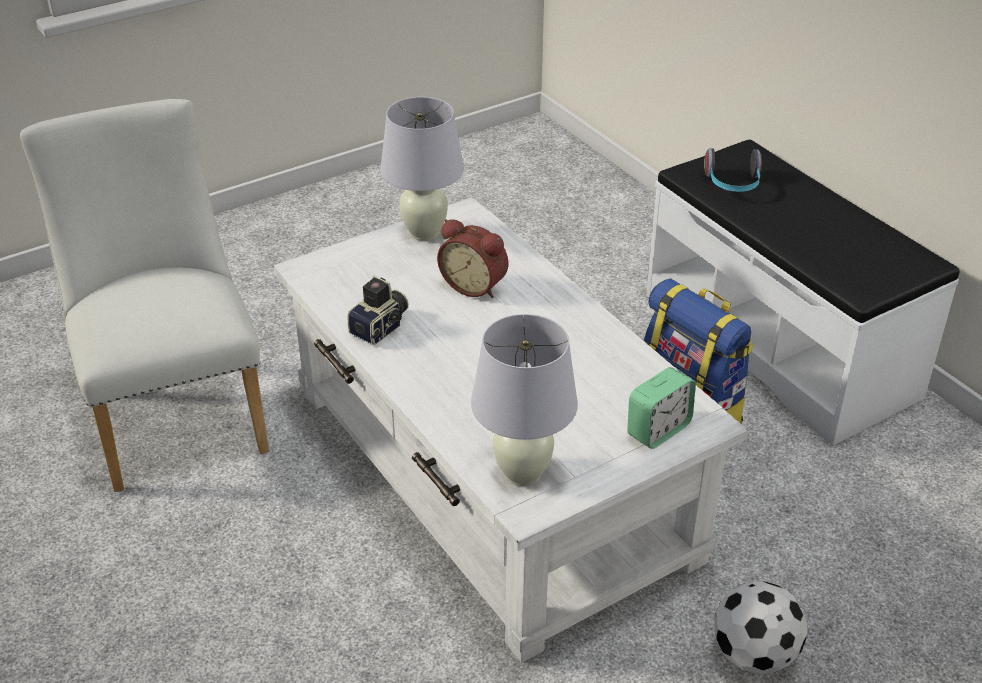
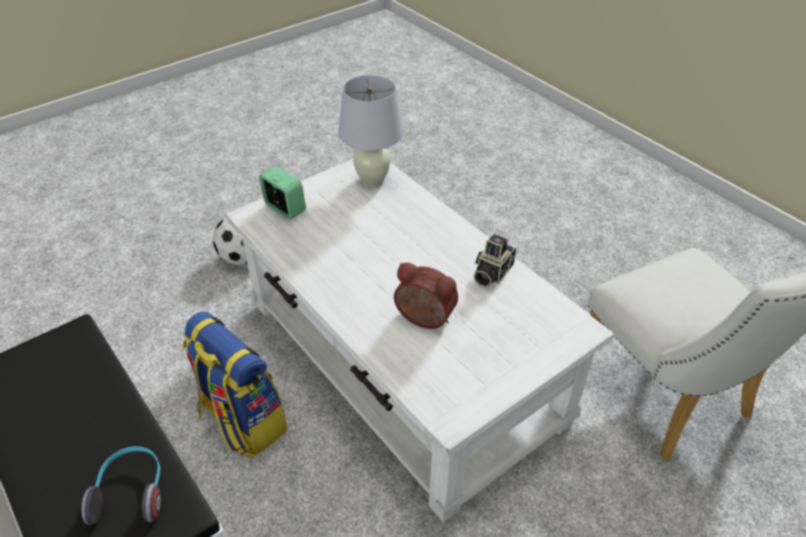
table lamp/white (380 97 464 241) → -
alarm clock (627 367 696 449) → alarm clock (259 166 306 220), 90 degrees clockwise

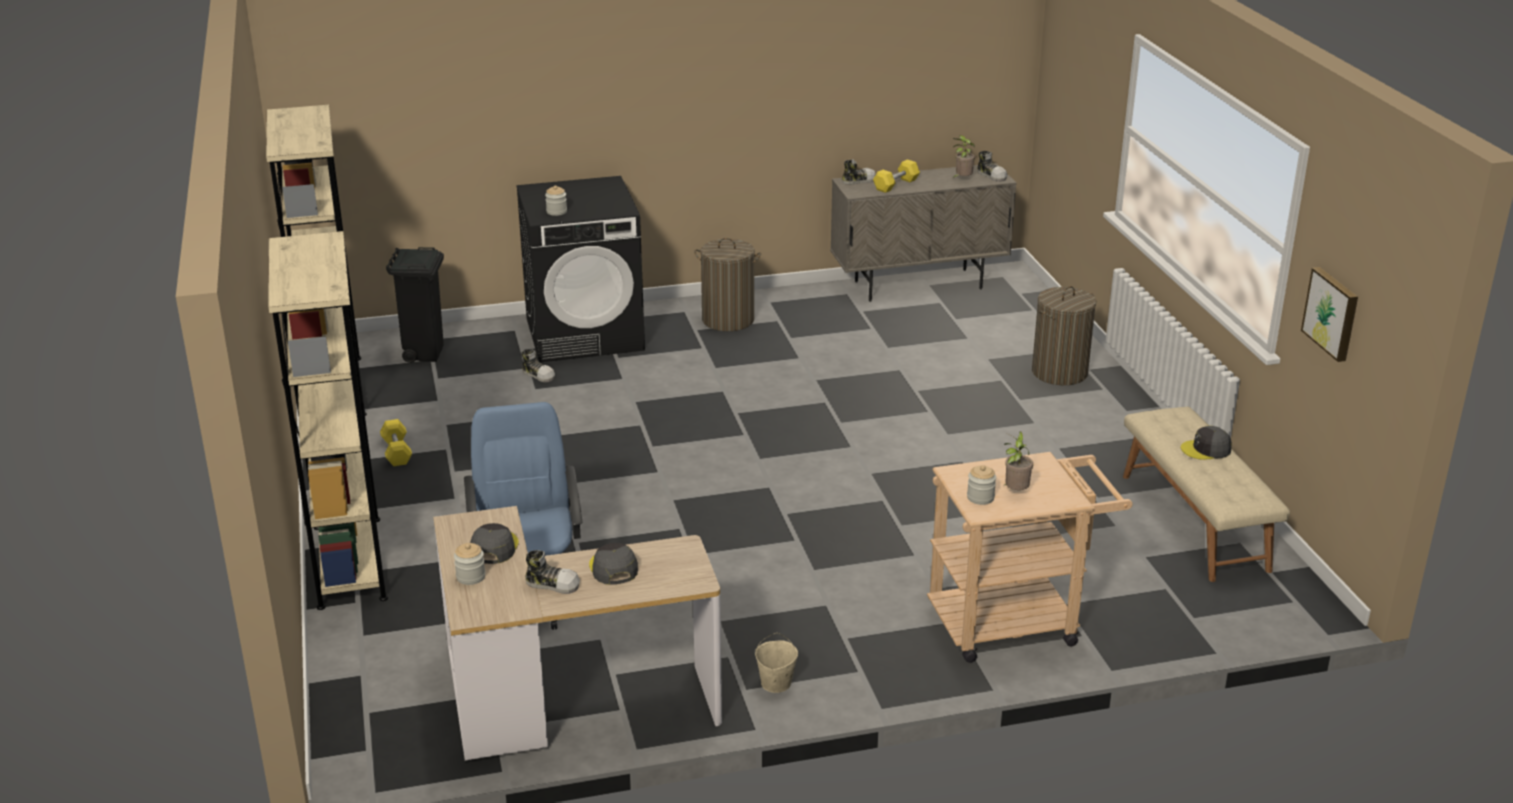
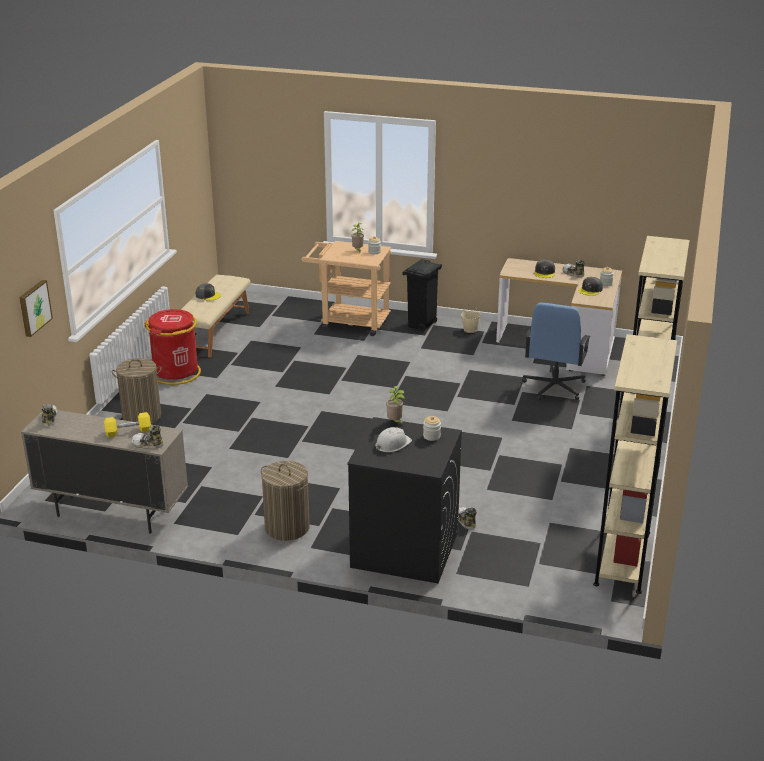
potted plant (953 135 975 178) → potted plant (386 386 405 424), relocated
trash can/black (386 247 444 363) → trash can/black (402 259 442 332), relocated
picture (1301 267 1358 362) → picture (19 280 53 337), relocated
dumbbell/yellow (380 419 412 466) → -
- → trash can/red (144 309 201 385)
- → hard hat/white (375 427 412 452)

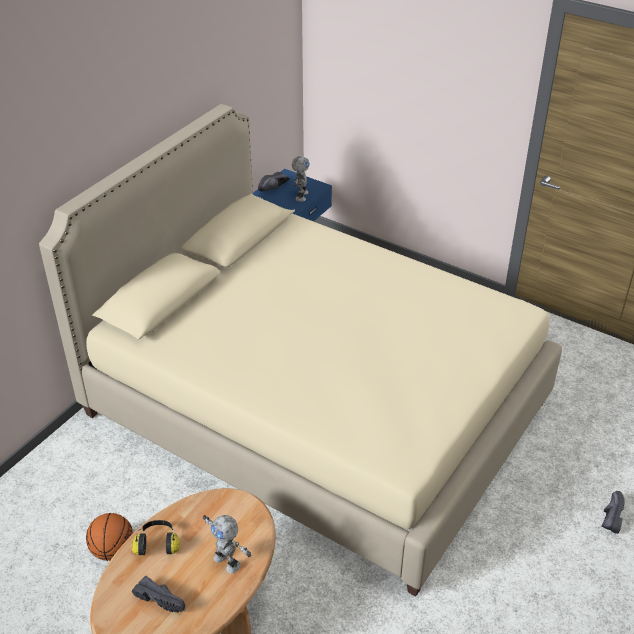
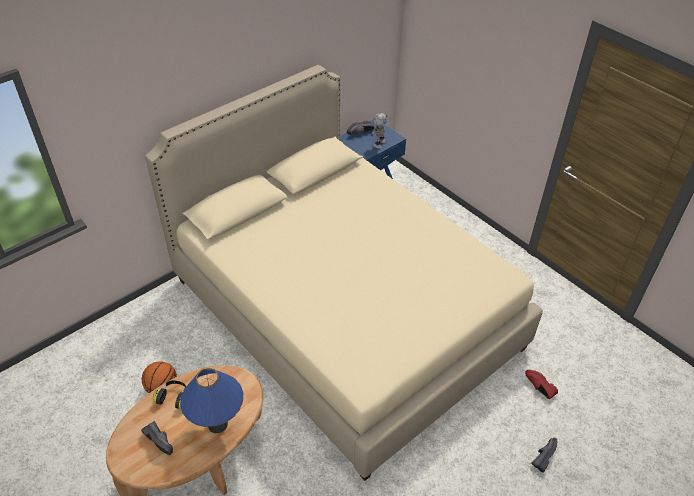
toy robot (203 515 251 573) → table lamp/blue (180 368 243 433)
- → shoe/red (525 370 558 399)

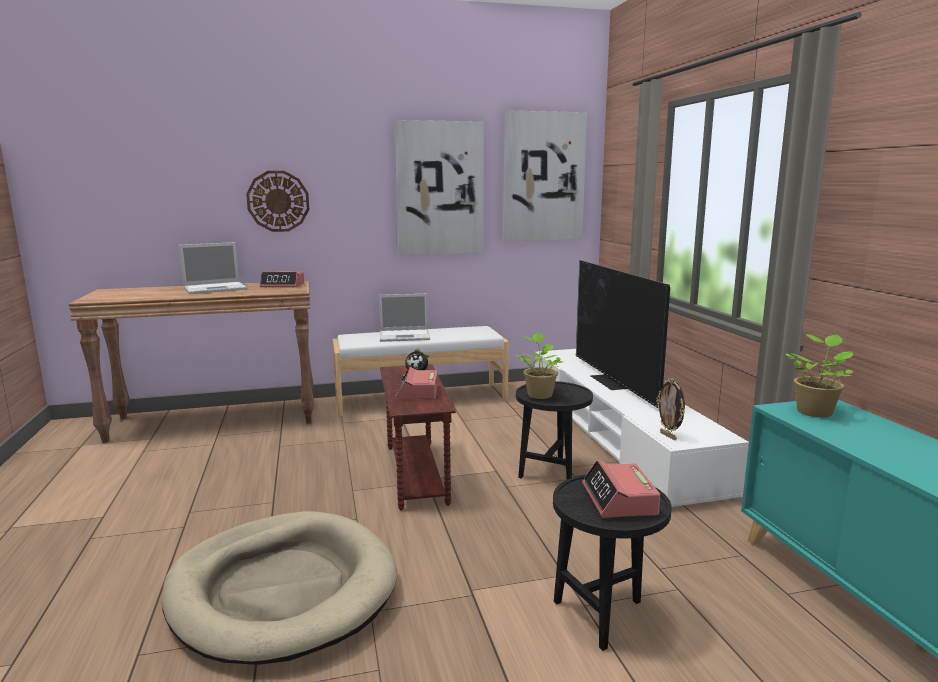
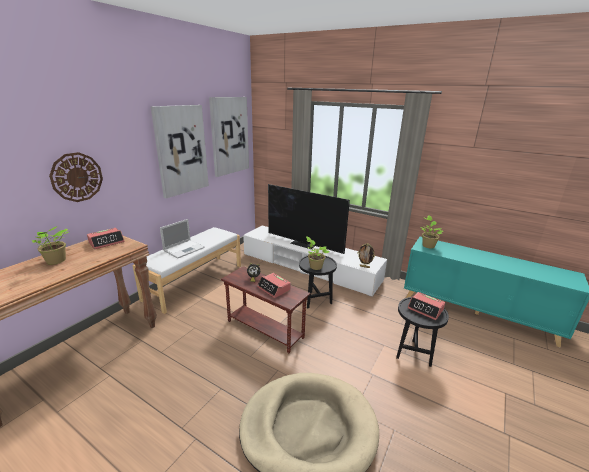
laptop (179 242 247 294) → potted plant (31 226 68 265)

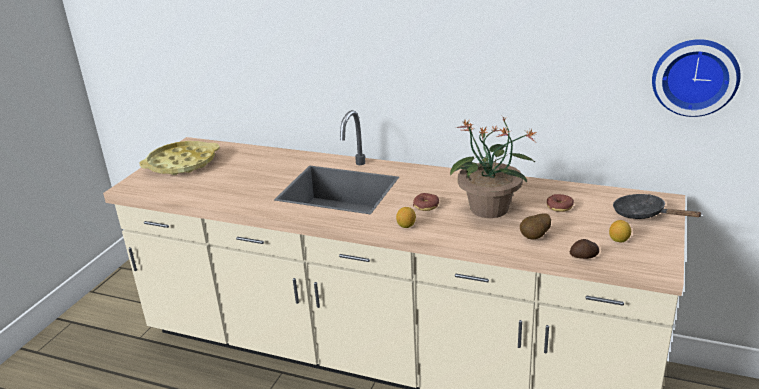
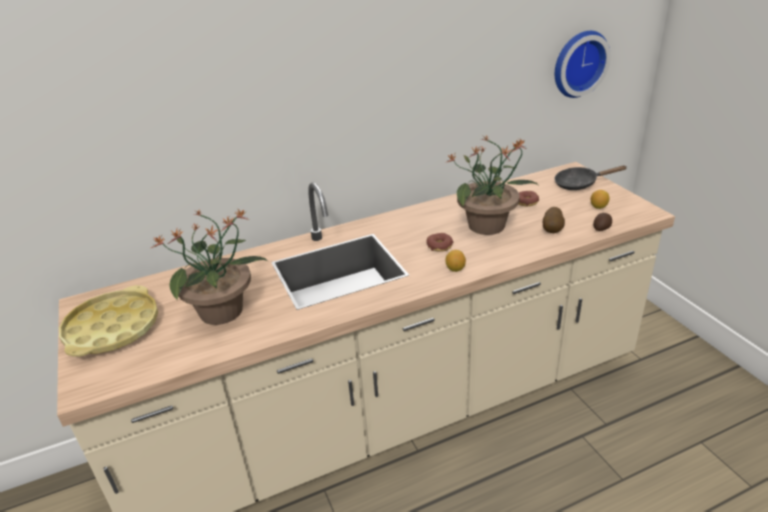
- → potted plant (151 209 268 325)

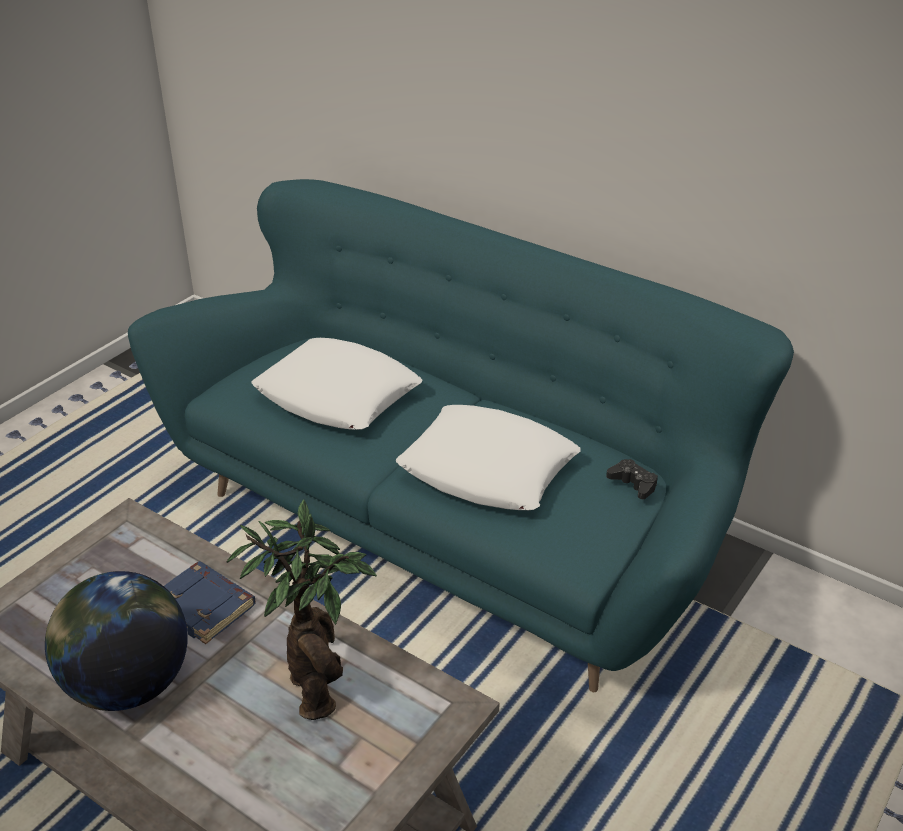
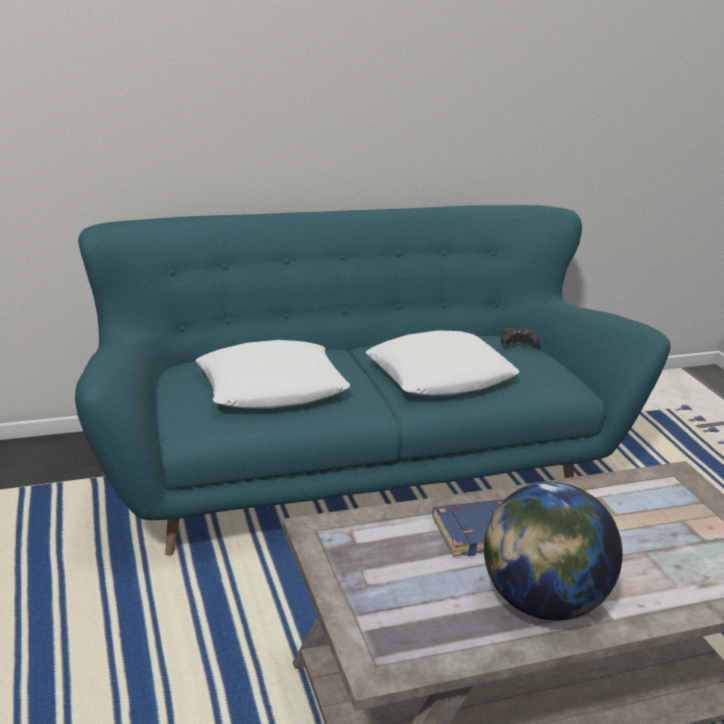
potted plant (227 499 377 720) → -

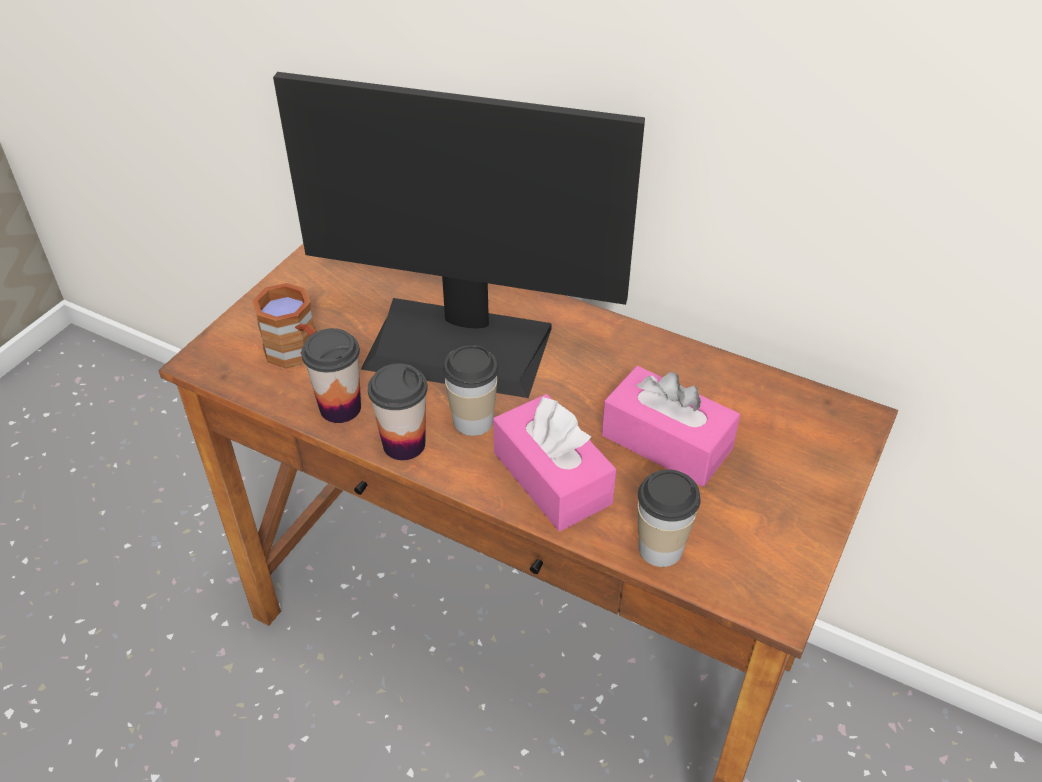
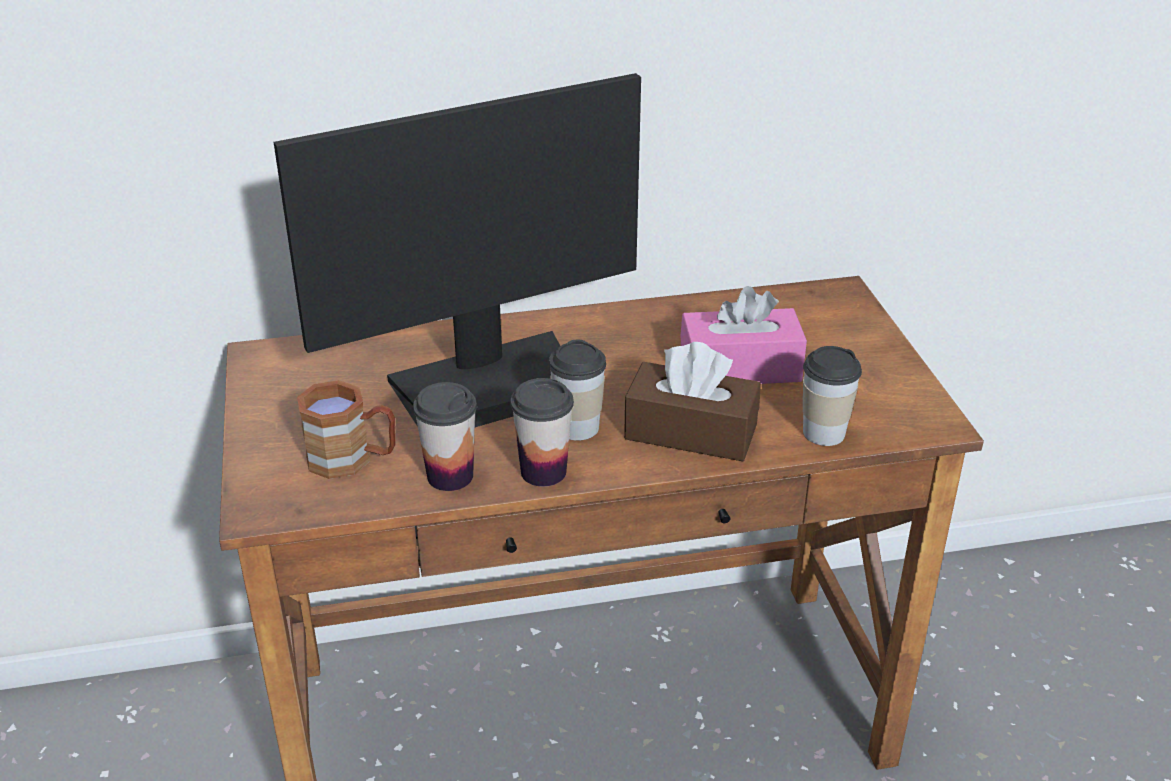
tissue box/pink (493 394 616 531) → tissue box/brown (624 342 761 461)

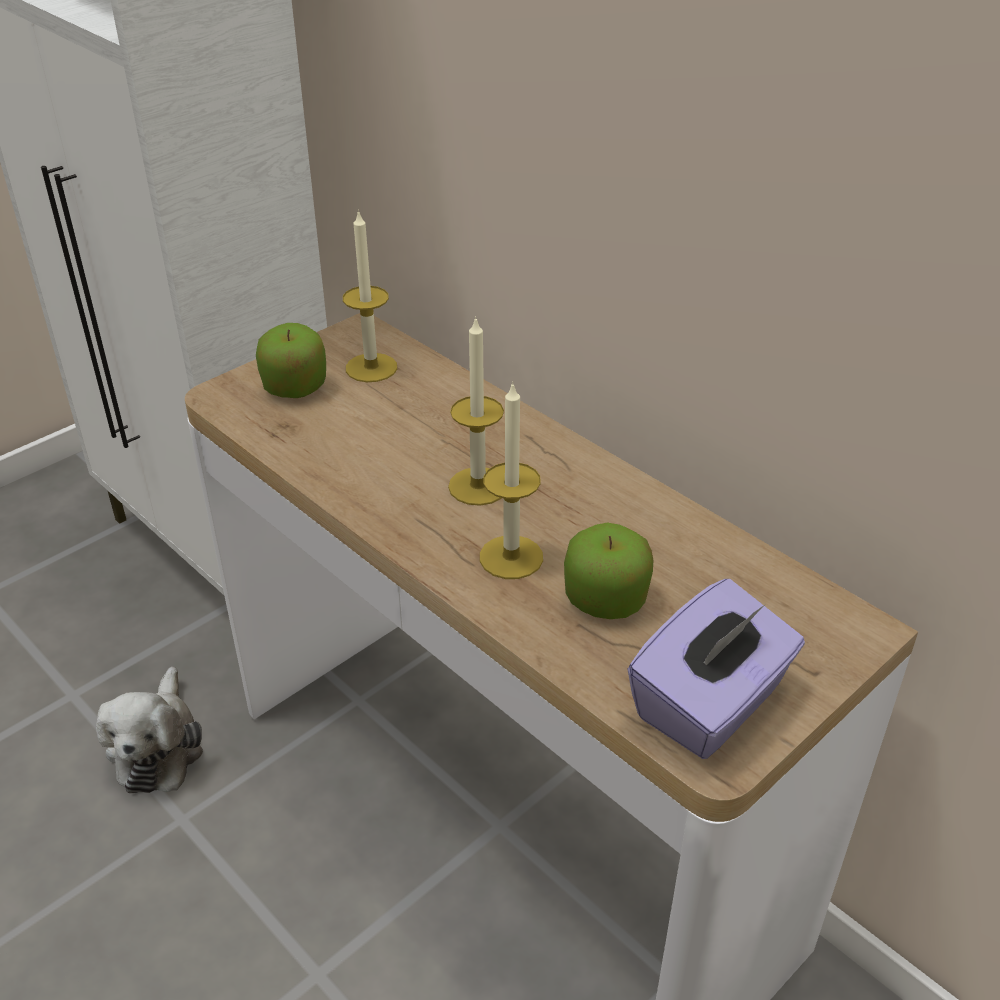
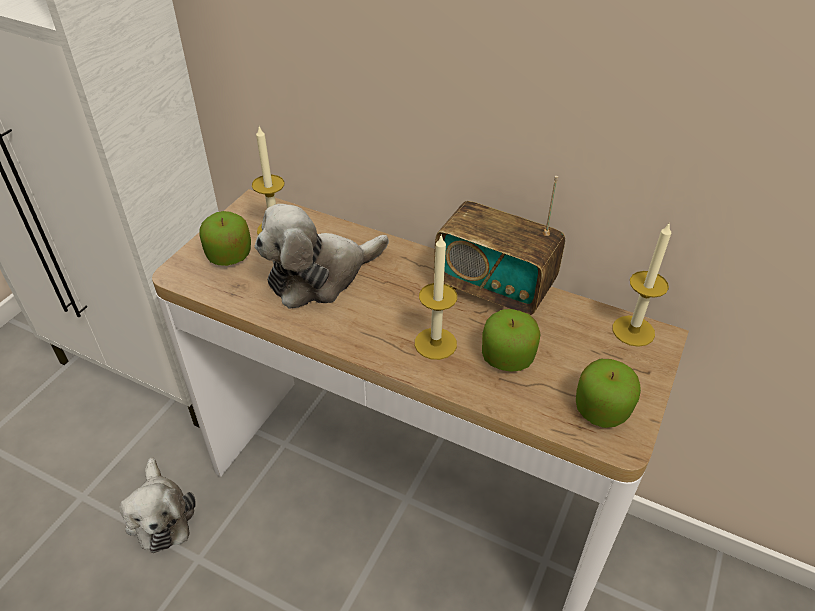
candle (448 316 504 506) → candle (612 222 671 347), relocated
tissue box/purple (628 579 805 759) → apple (576 359 641 428)
- → radio (434 176 565 315)
- → plush toy (255 204 389 309)

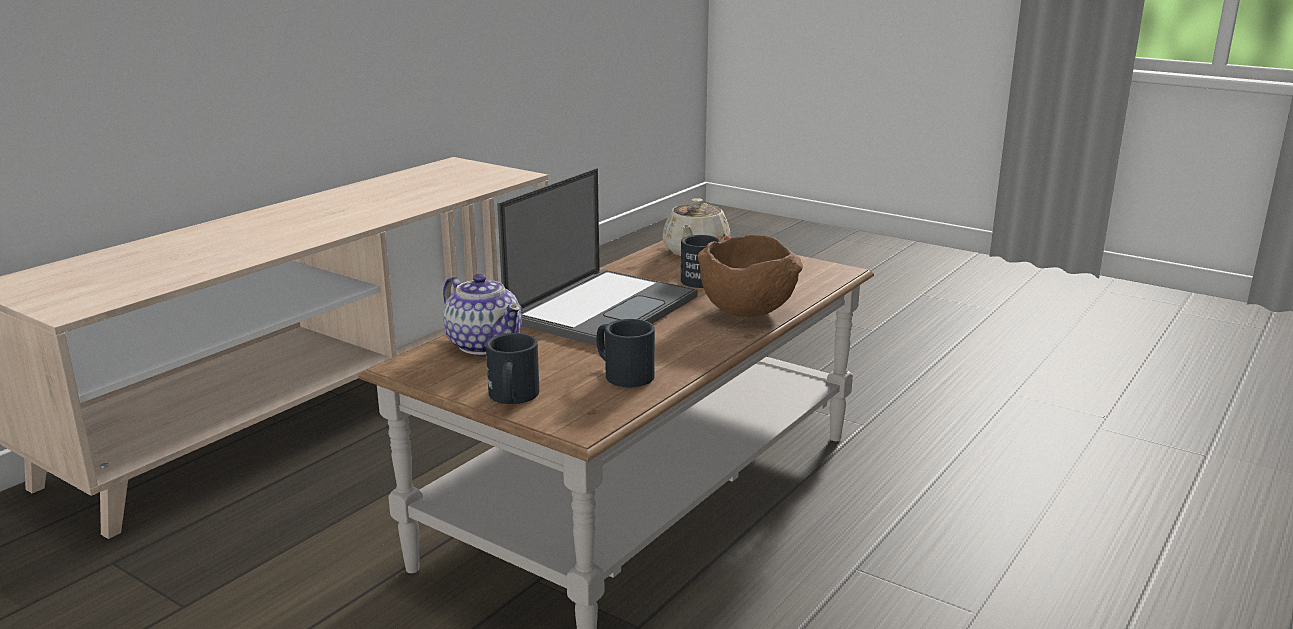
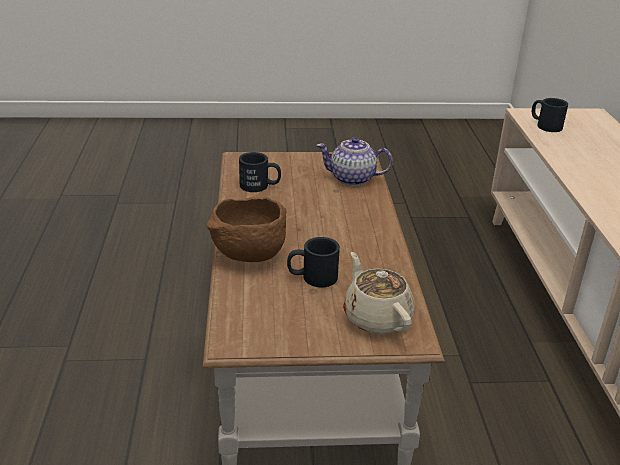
laptop (497 168 698 346) → -
mug/black (486 333 539 404) → mug/black (532 98 568 132), relocated

